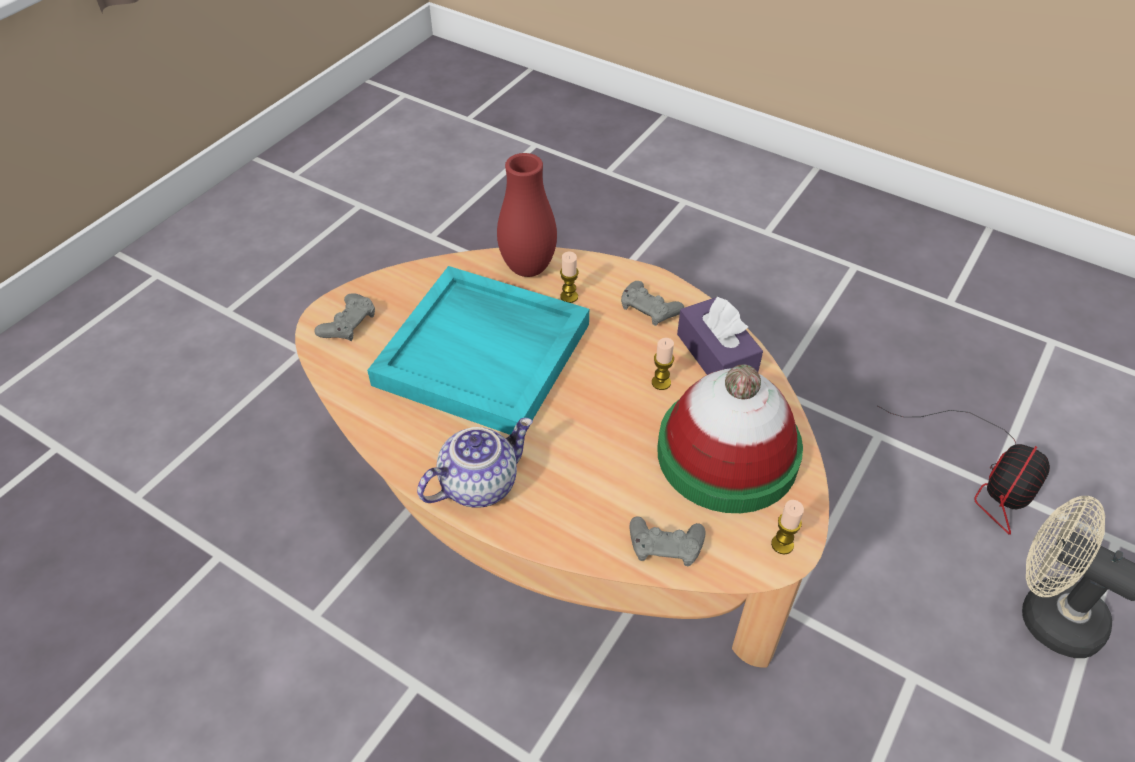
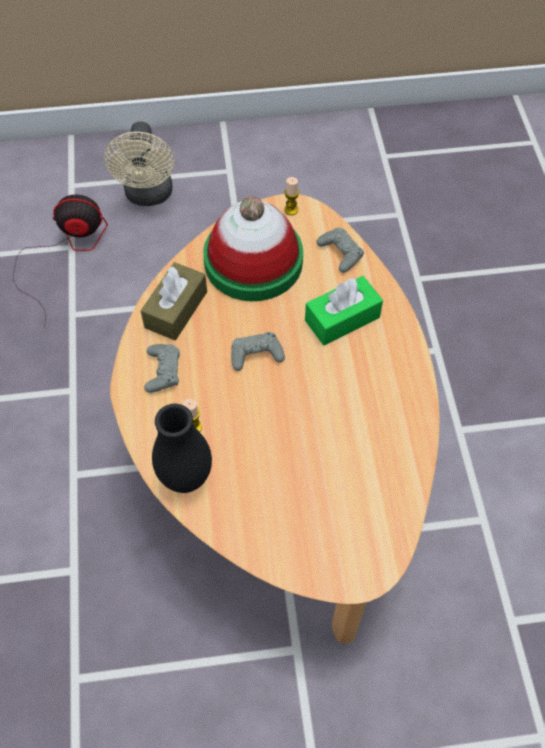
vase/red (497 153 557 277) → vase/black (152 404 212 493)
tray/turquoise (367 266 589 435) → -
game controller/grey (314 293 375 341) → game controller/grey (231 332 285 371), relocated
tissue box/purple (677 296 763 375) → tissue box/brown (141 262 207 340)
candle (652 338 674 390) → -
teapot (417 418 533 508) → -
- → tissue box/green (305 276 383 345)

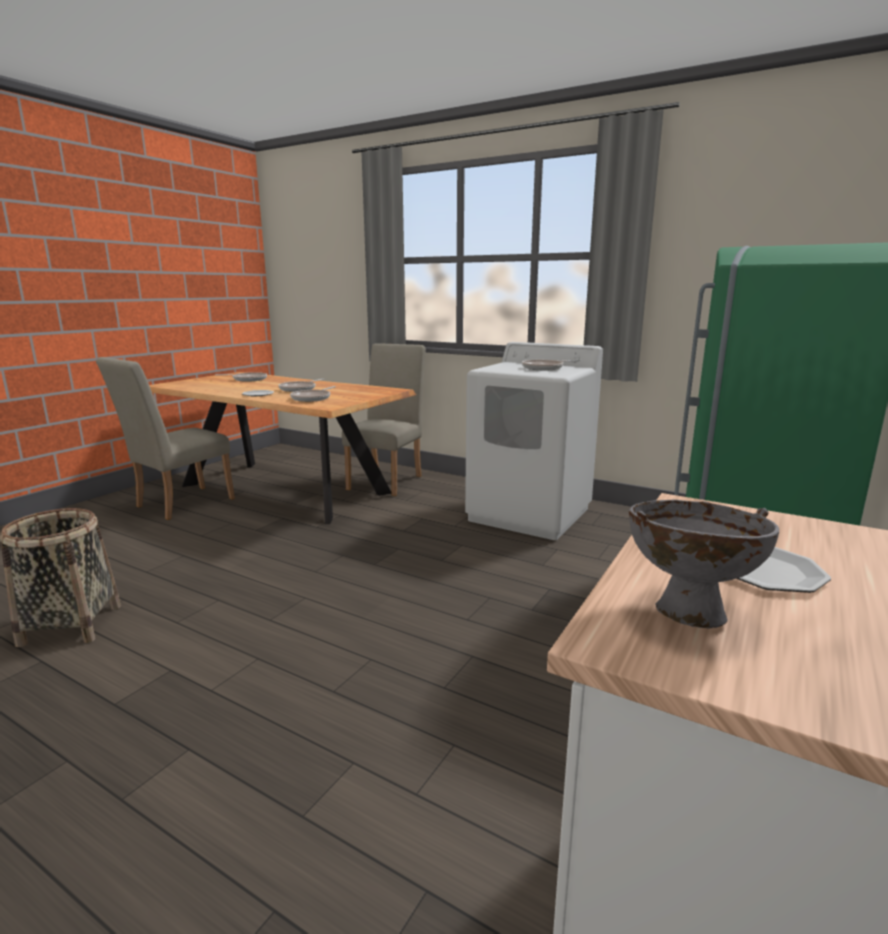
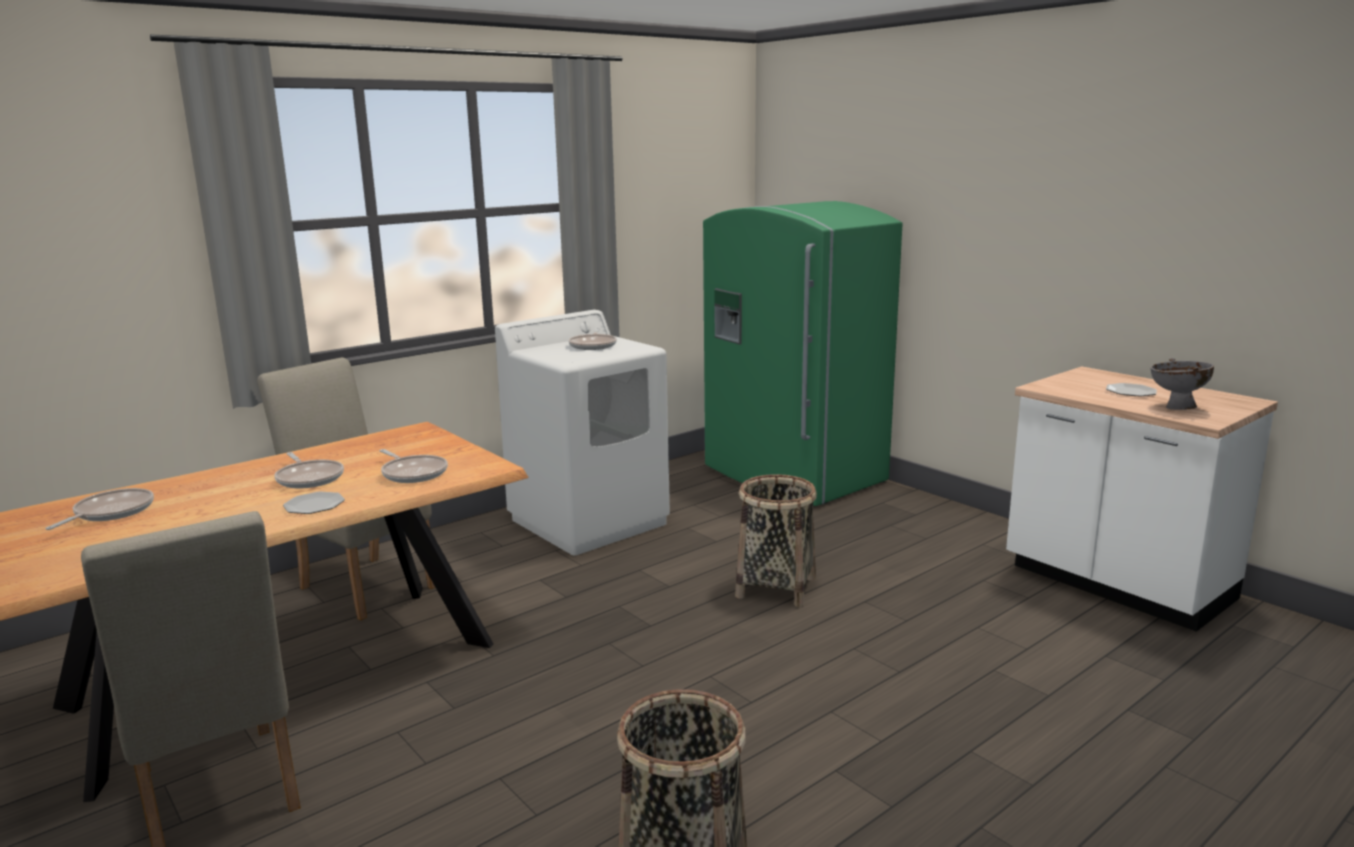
- → basket (735 474 817 607)

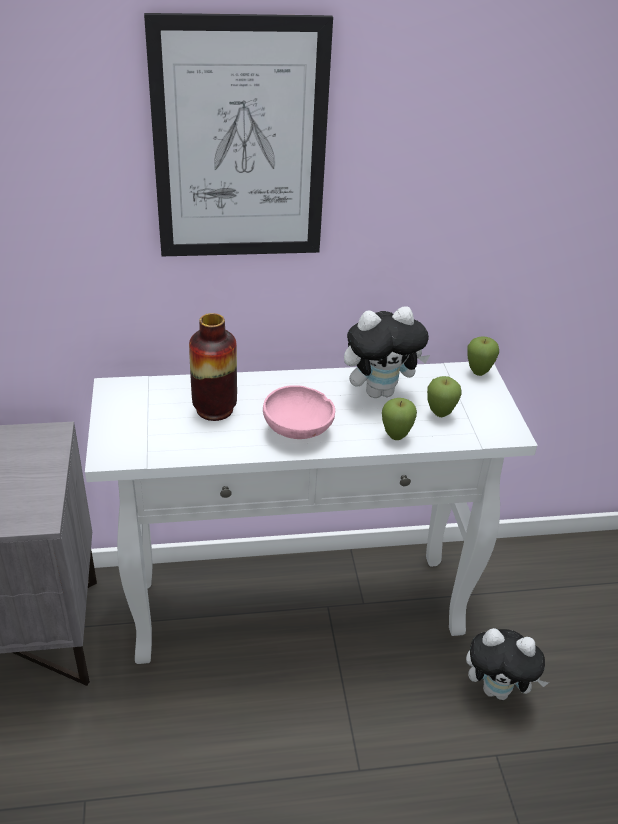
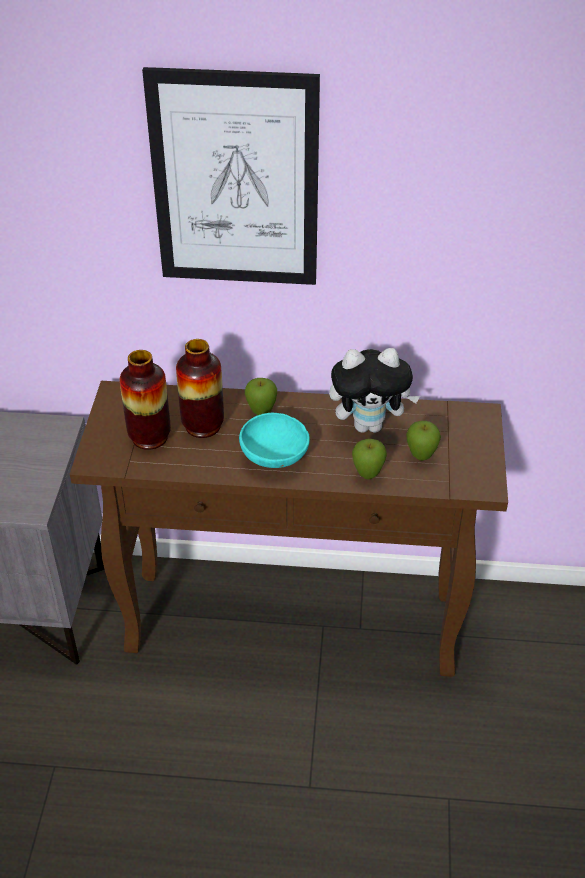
apple (467 337 499 376) → apple (245 378 277 415), relocated
console table/white (85 362 537 664) → console table/brown (70 381 508 677)
bowl/pink (263 385 335 439) → bowl/turquoise (239 413 310 468)
plush toy (466 628 549 700) → -
- → vase (120 350 171 450)

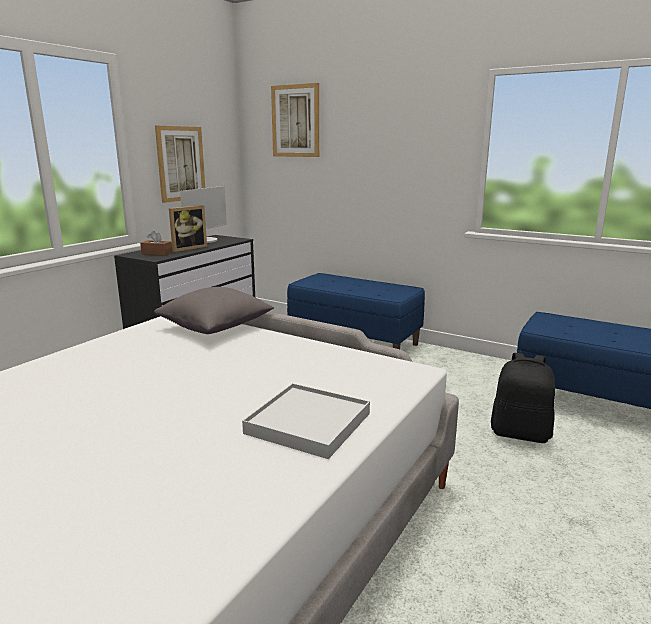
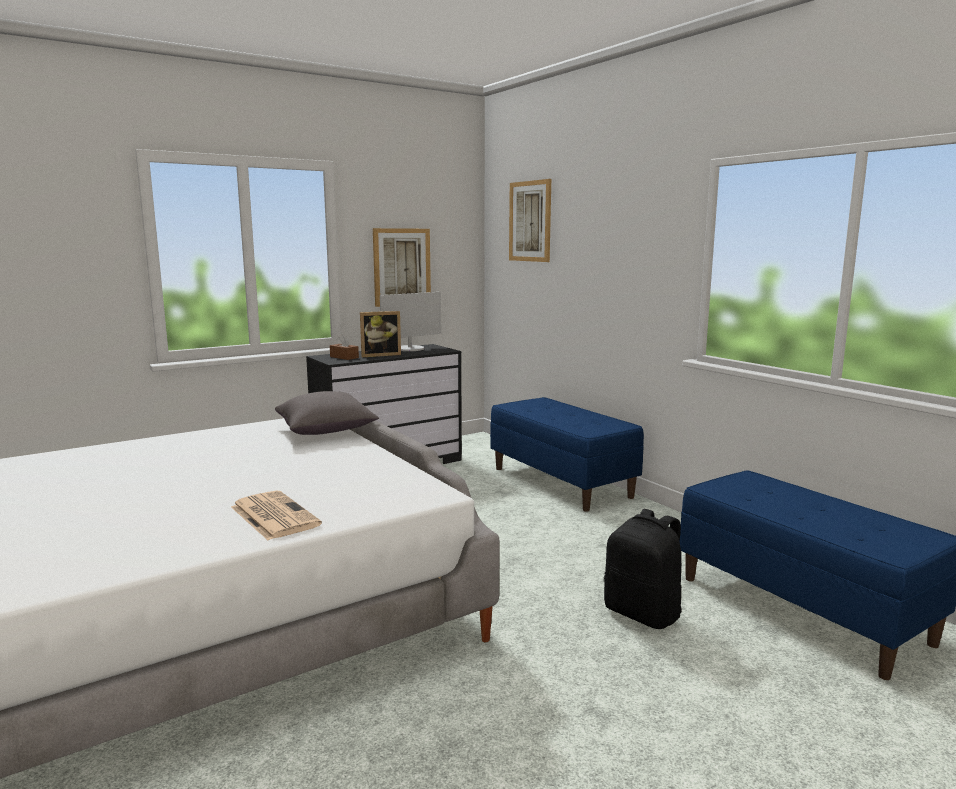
tray/white (242 383 370 459) → newspaper (231 491 322 540)

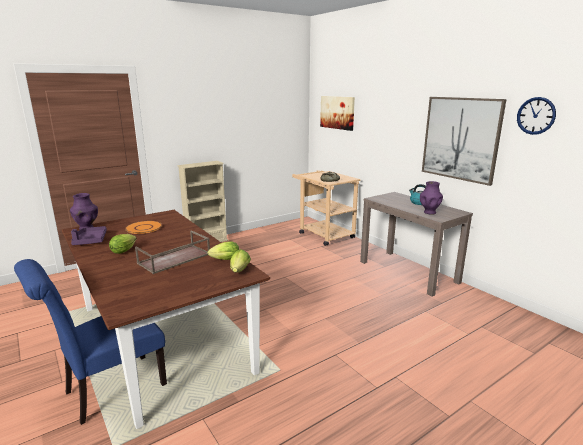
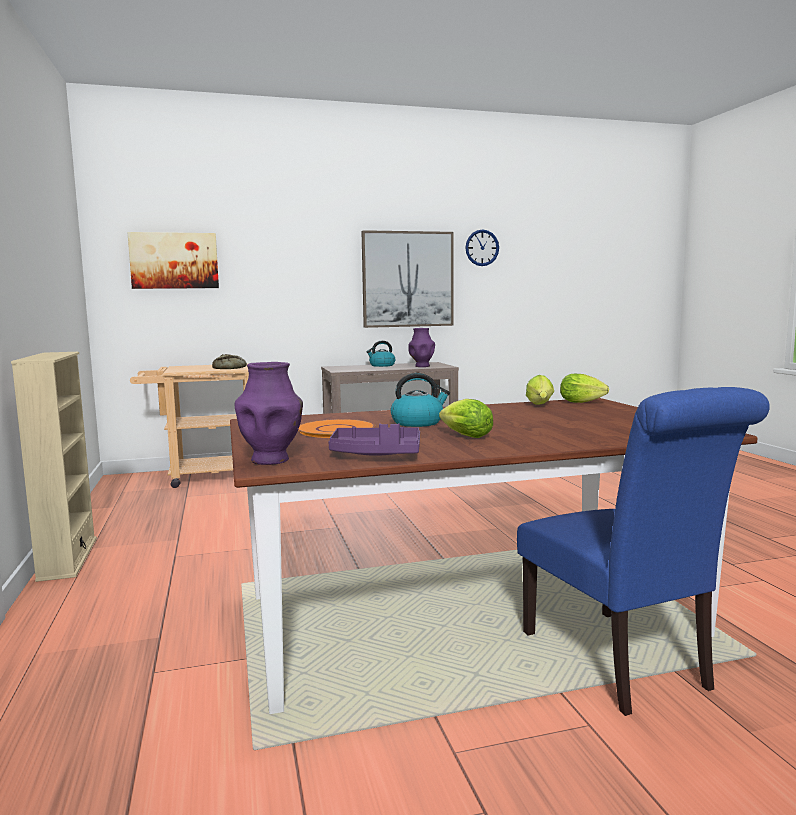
tray/brown (135 230 210 274) → -
- → kettle (391 373 450 427)

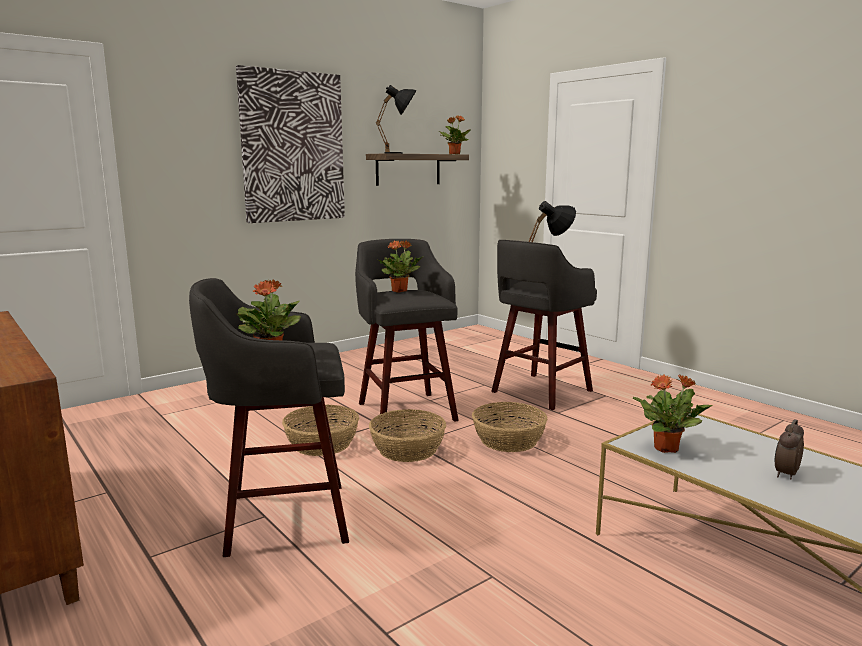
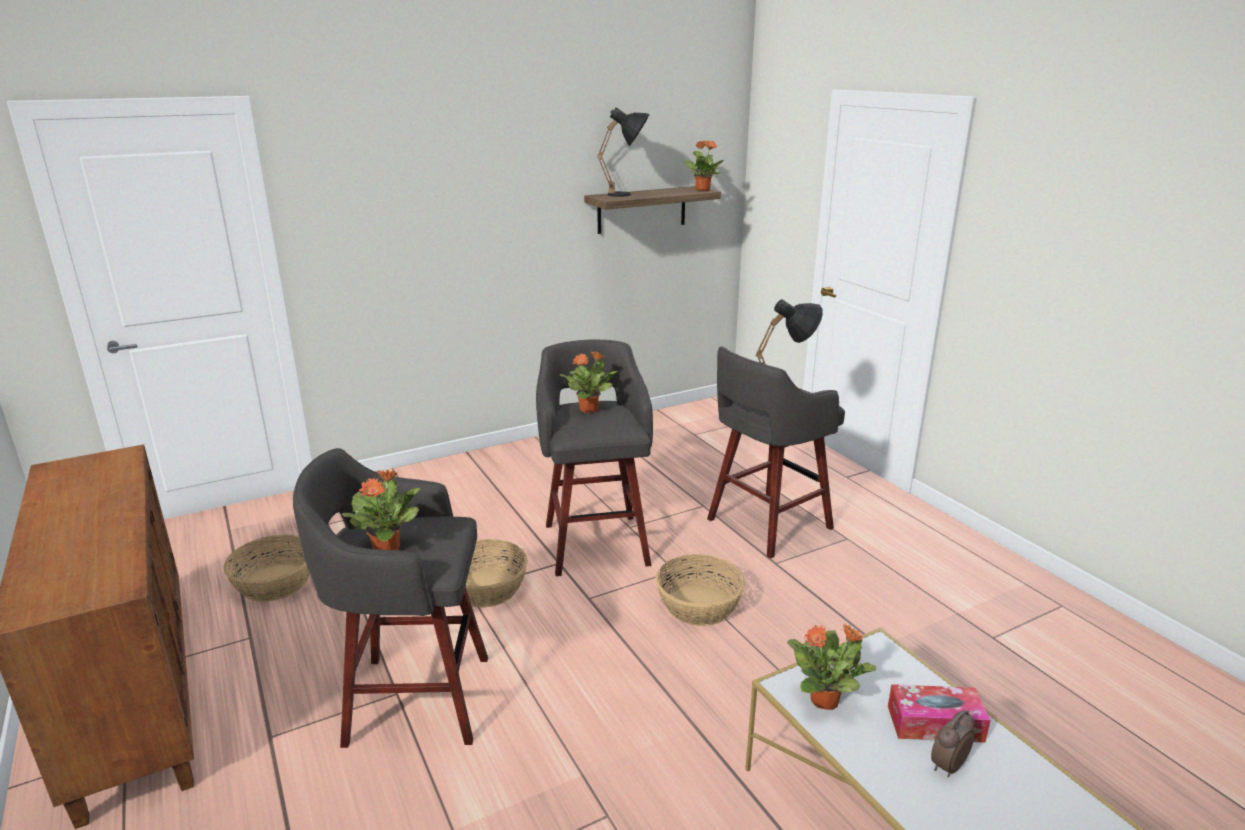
picture (236 65 345 223) → -
basket (369 409 446 462) → basket (223 534 310 602), relocated
- → tissue box (888 684 991 743)

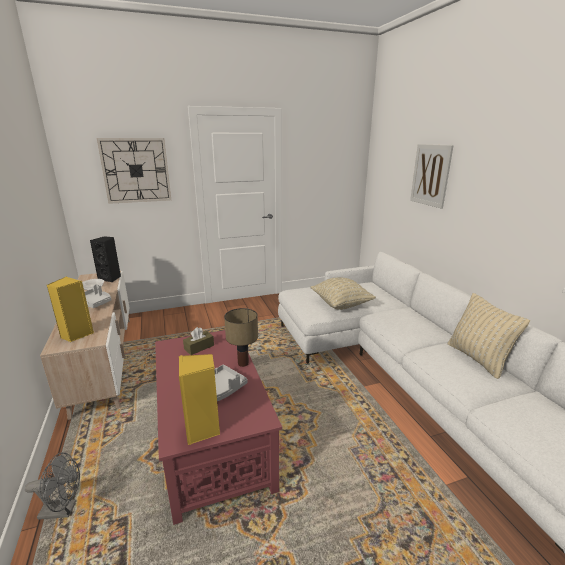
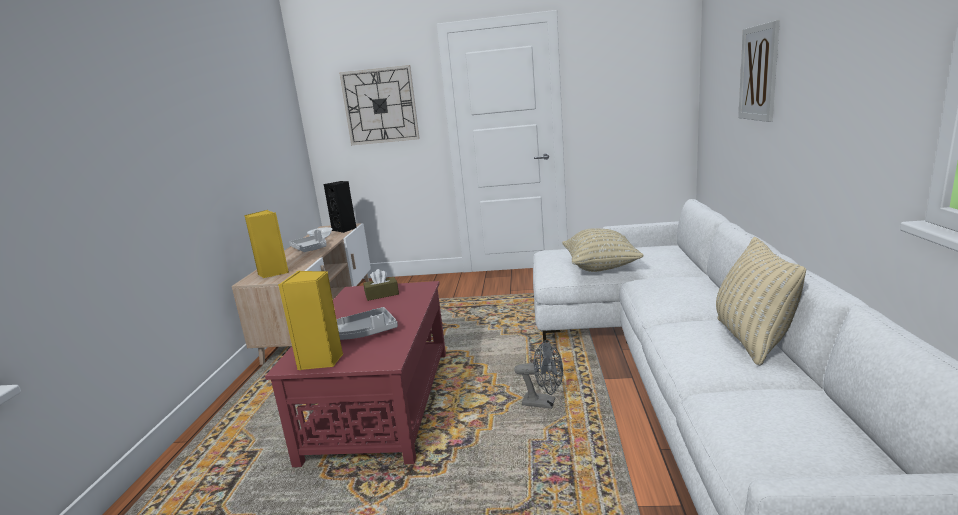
table lamp (224 308 258 367) → -
fan/grey (25 452 80 520) → fan/grey (514 340 563 409), relocated

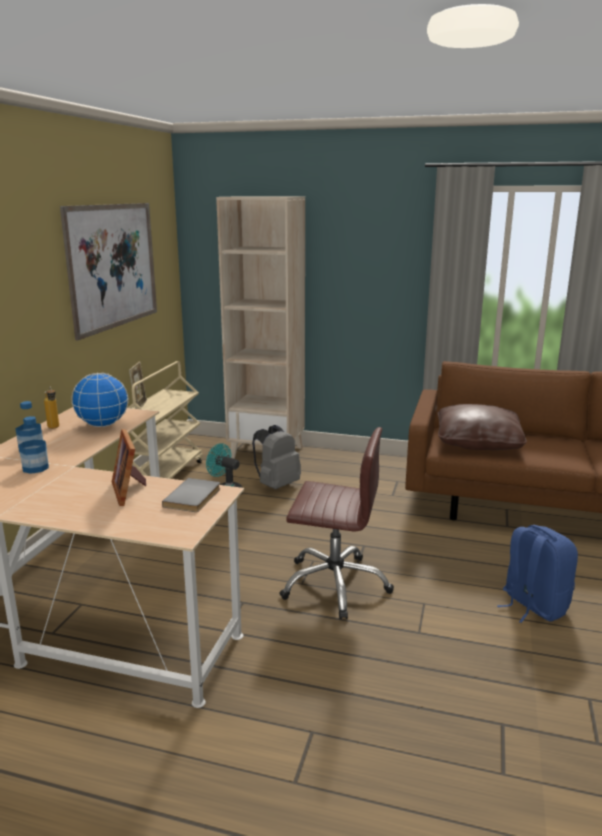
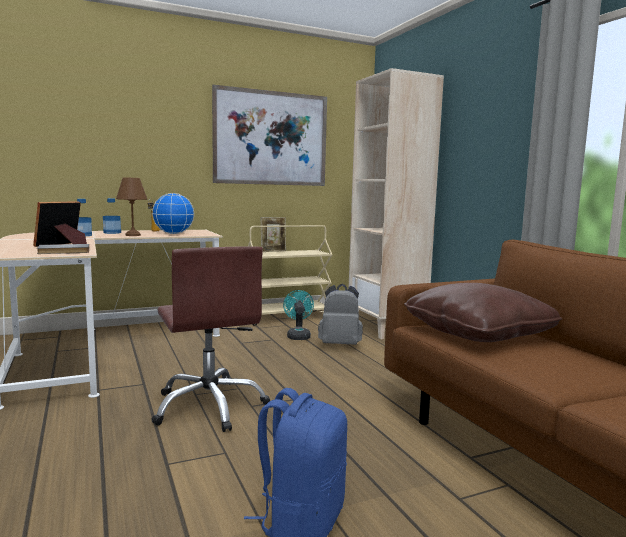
- → table lamp/brown (116 177 147 236)

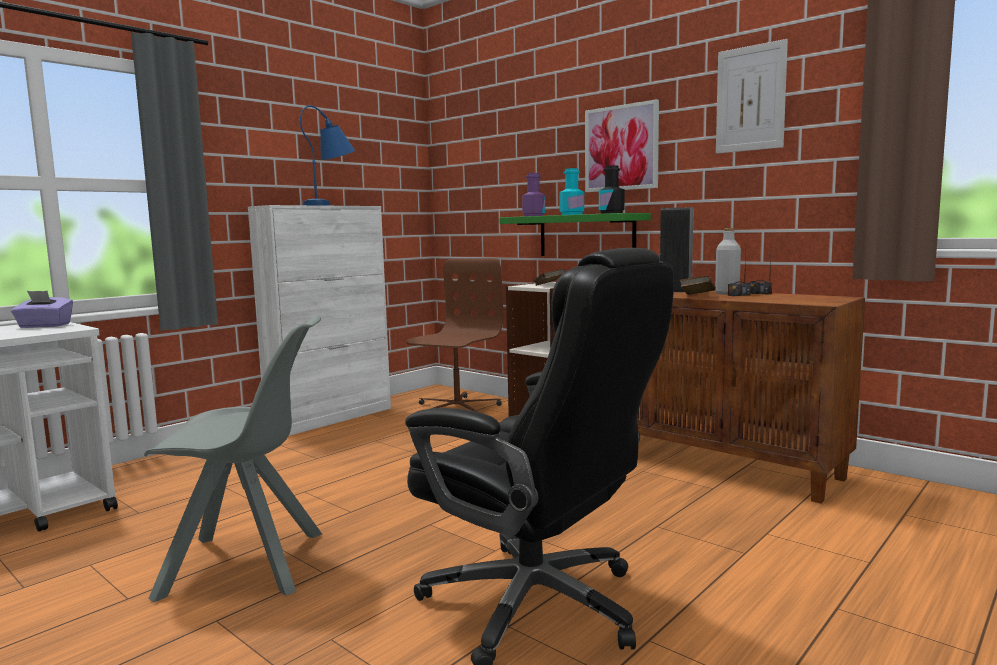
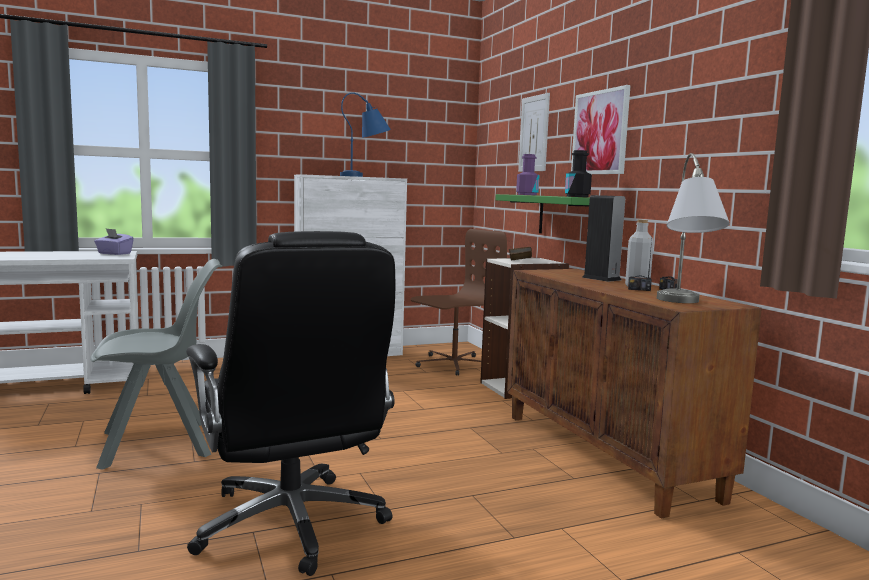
picture (716 39 788 154) → picture (518 93 550 172), relocated
bottle/turquoise (559 168 584 215) → -
book/brown (679 276 716 295) → -
chair/grey (144 315 322 602) → chair/grey (90 259 222 470), 45 degrees counterclockwise
- → table lamp/grey (657 153 730 303)

